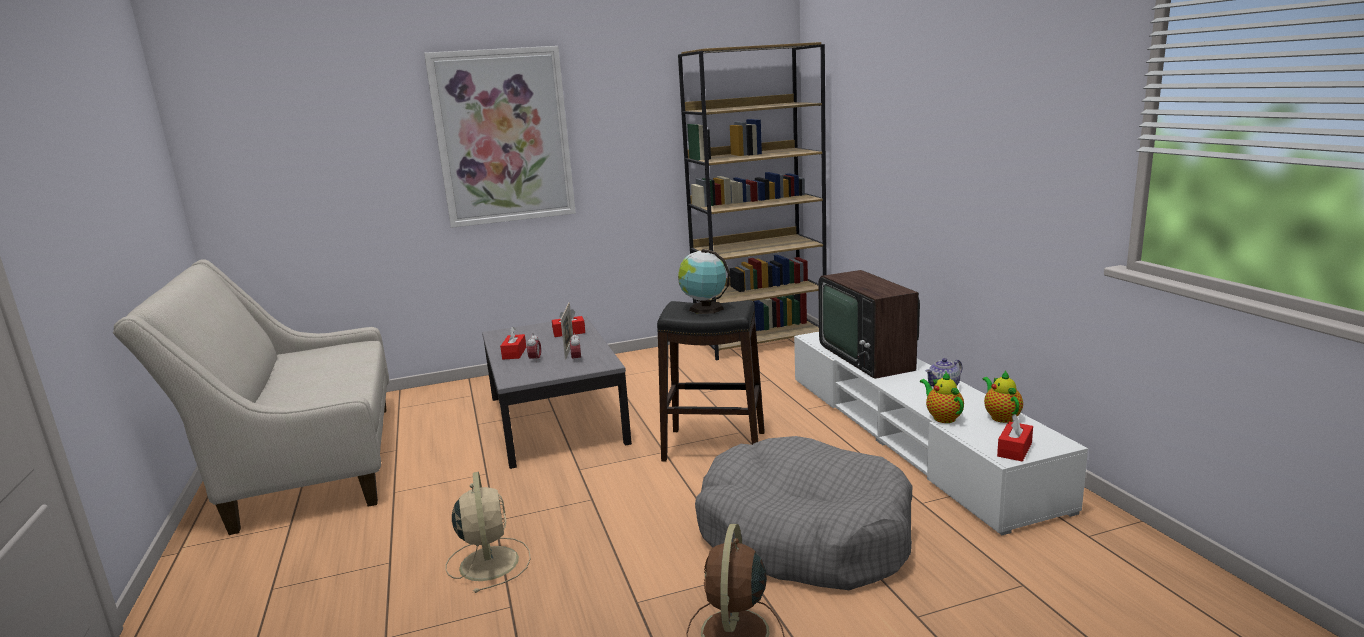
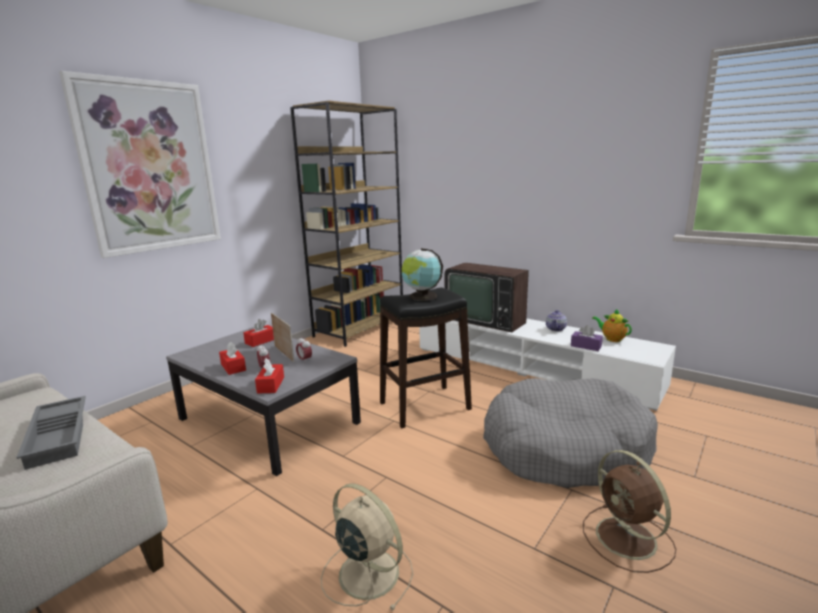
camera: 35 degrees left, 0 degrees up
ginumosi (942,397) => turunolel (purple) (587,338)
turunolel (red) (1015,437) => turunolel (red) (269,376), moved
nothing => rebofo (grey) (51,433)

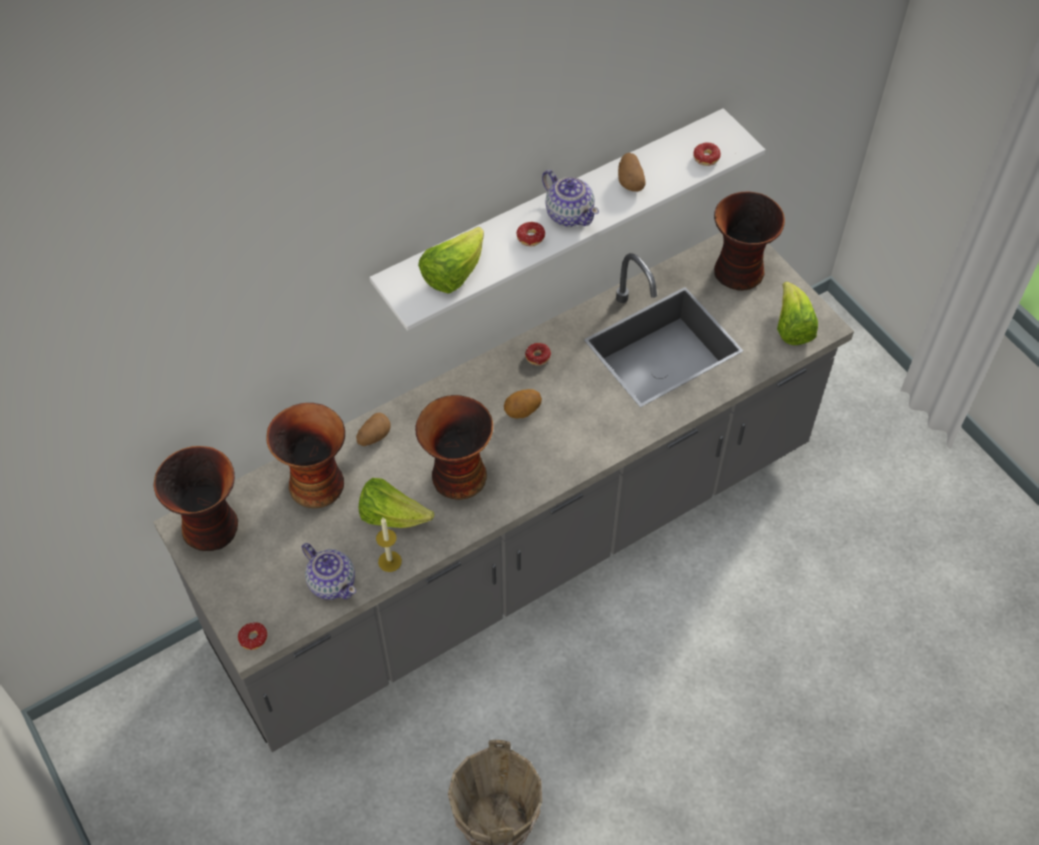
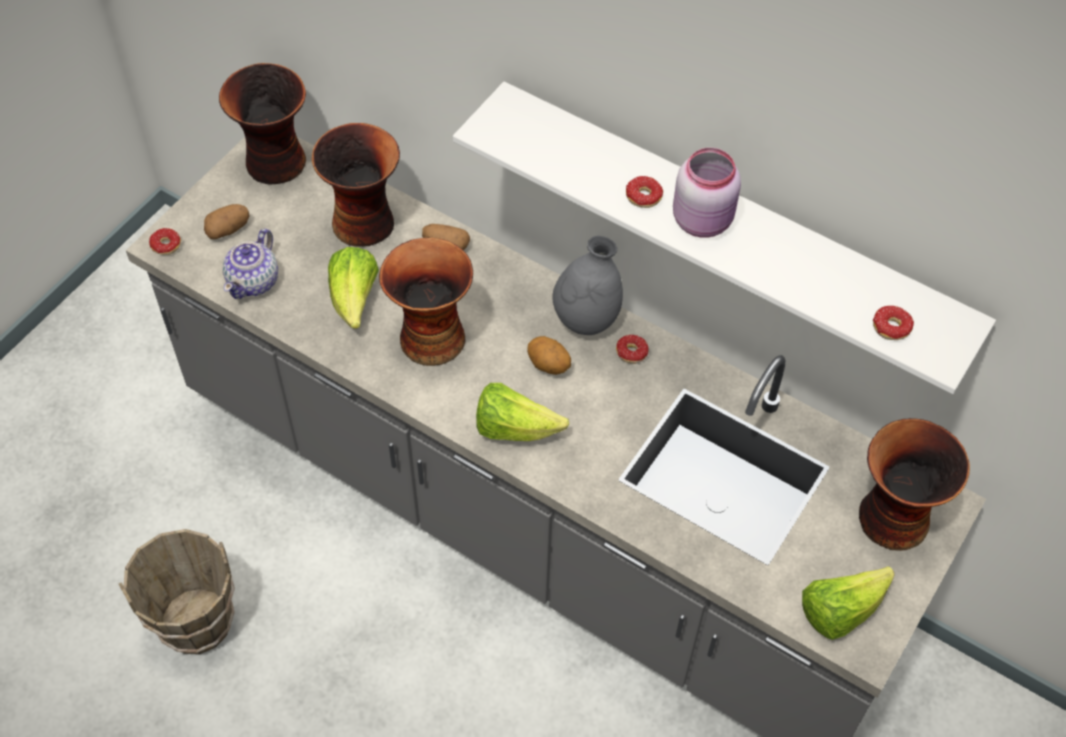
camera: 65 degrees right, 0 degrees up
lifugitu (632,172) => lifugitu (226,221), moved
ginumosi (570,198) => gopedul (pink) (707,193)
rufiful (451,260) => rufiful (522,412), moved
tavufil (389,545) => nothing
nothing => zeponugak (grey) (587,285)

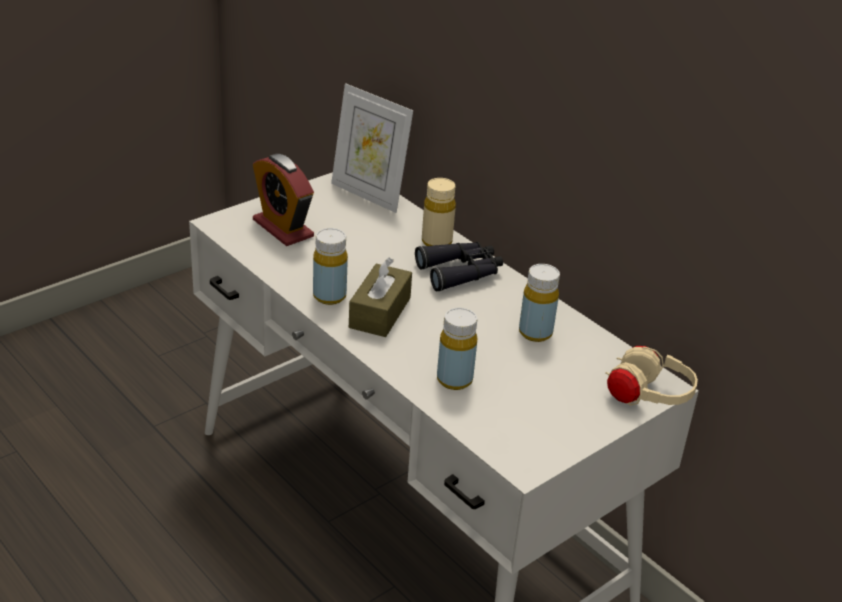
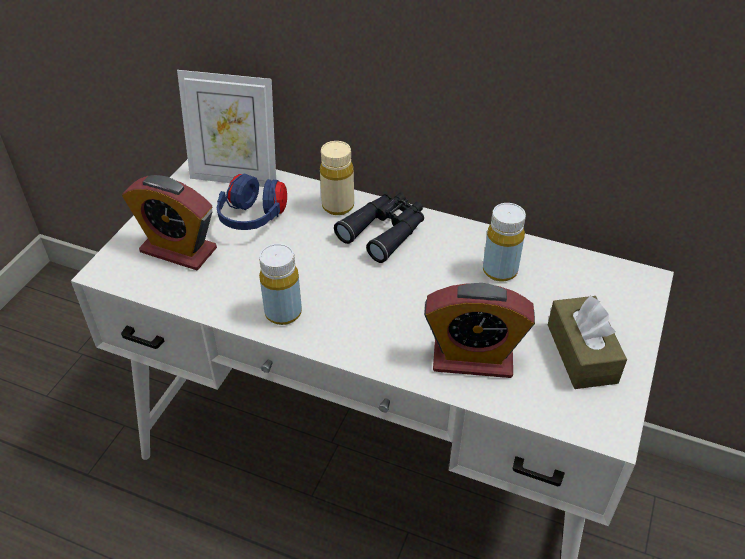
camera: 25 degrees left, 10 degrees up
turunolel (brown) (380,297) => turunolel (brown) (587,342), moved
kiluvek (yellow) (457,349) => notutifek (479,330)
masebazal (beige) (651,376) => nothing
nothing => masebazal (blue) (252,201)

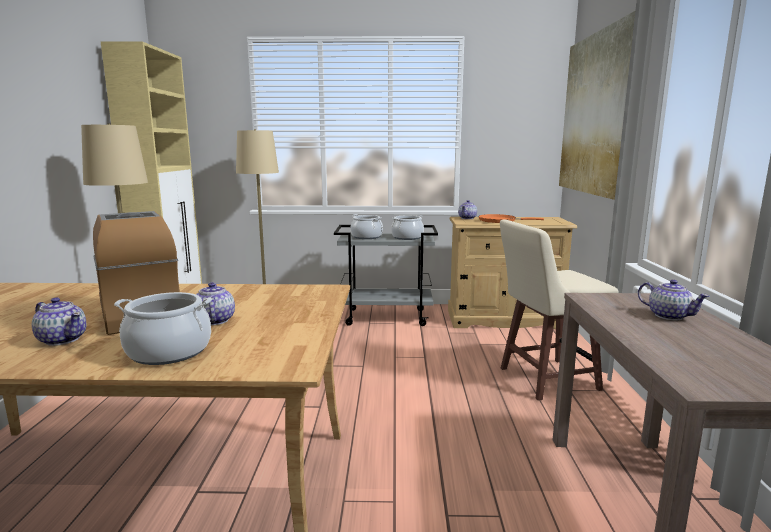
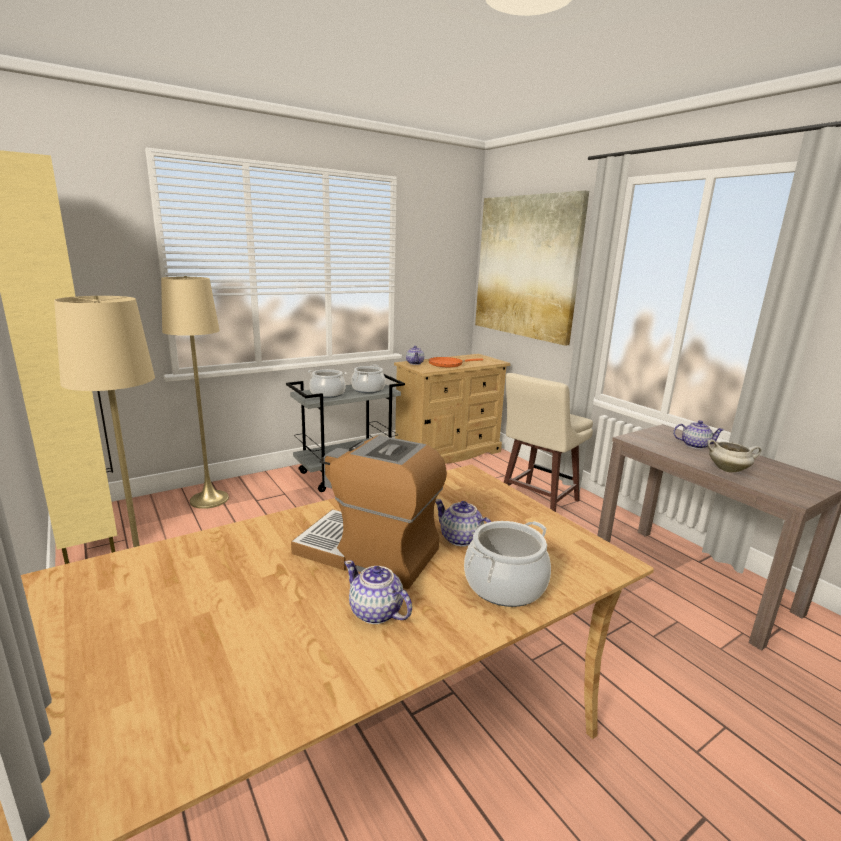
camera: 35 degrees left, 5 degrees up
ginumosi (59,321) => ginumosi (378,592), 135 degrees counterclockwise
nothing => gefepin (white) (734,455)

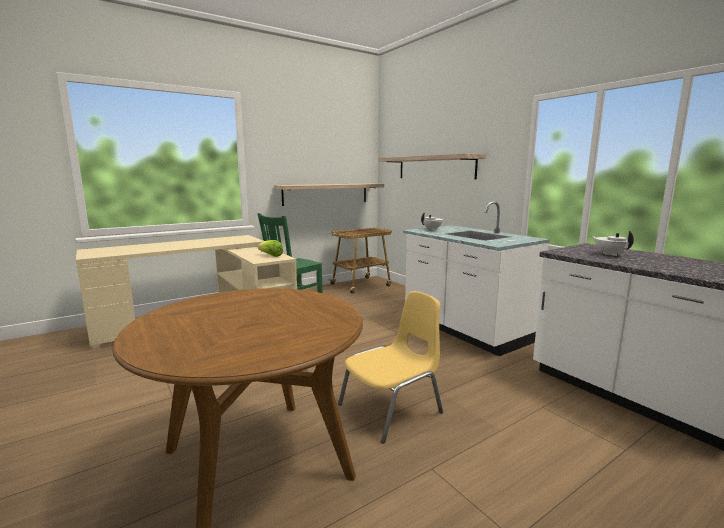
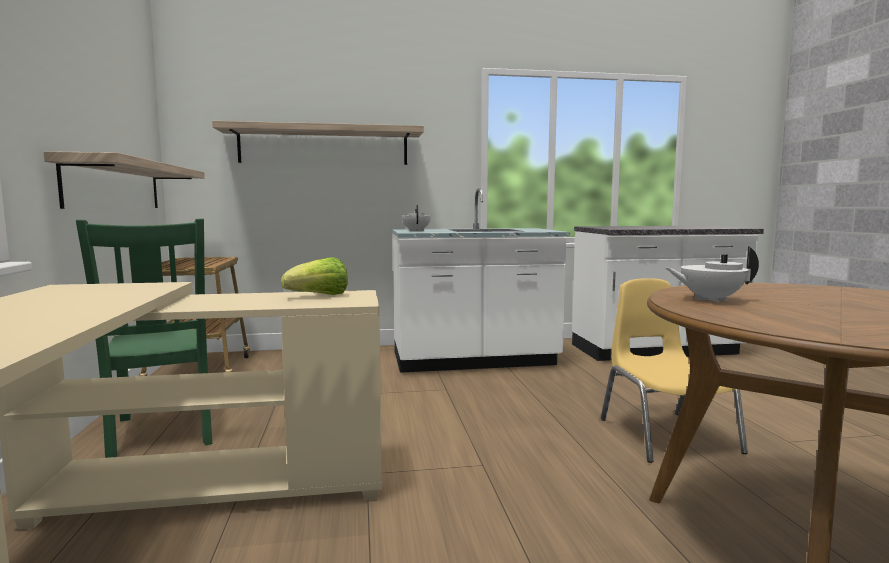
camera: 65 degrees left, 5 degrees down
ginumosi (white) (613,243) => ginumosi (white) (712,274), moved

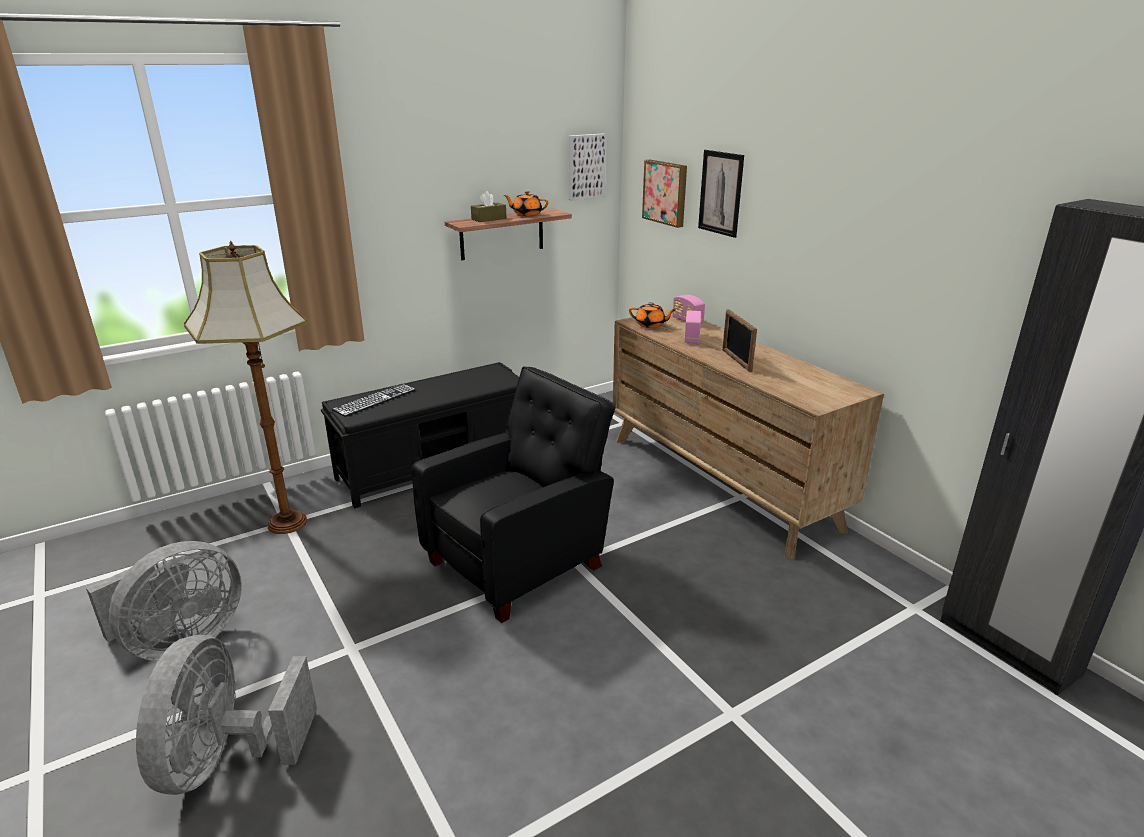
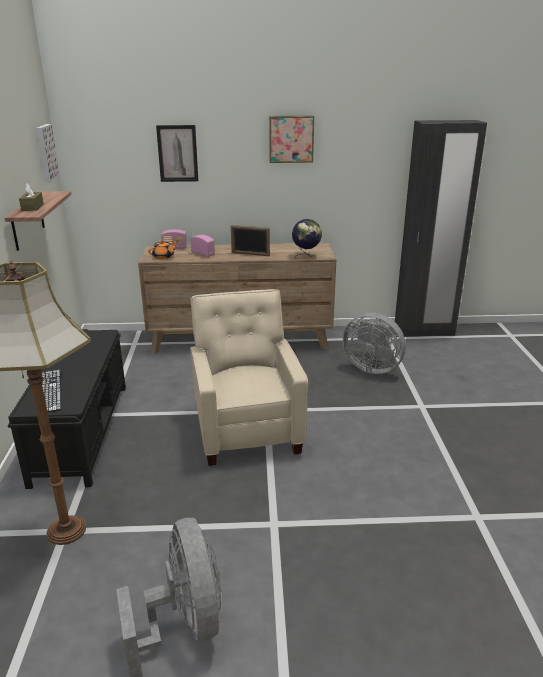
camera: 60 degrees left, 0 degrees up
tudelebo (664,194) => tudelebo (291,139), moved
ginumosi (orange) (525,203) => nothing
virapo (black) (513,494) => virapo (beige) (249,377)
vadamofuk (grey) (226,715) => vadamofuk (grey) (374,343), moved
nothing => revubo (307,239)

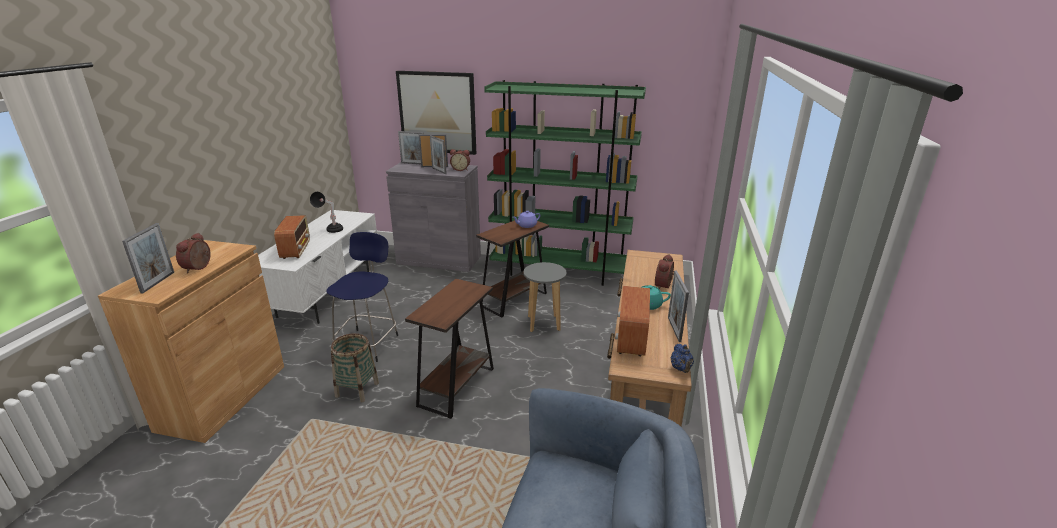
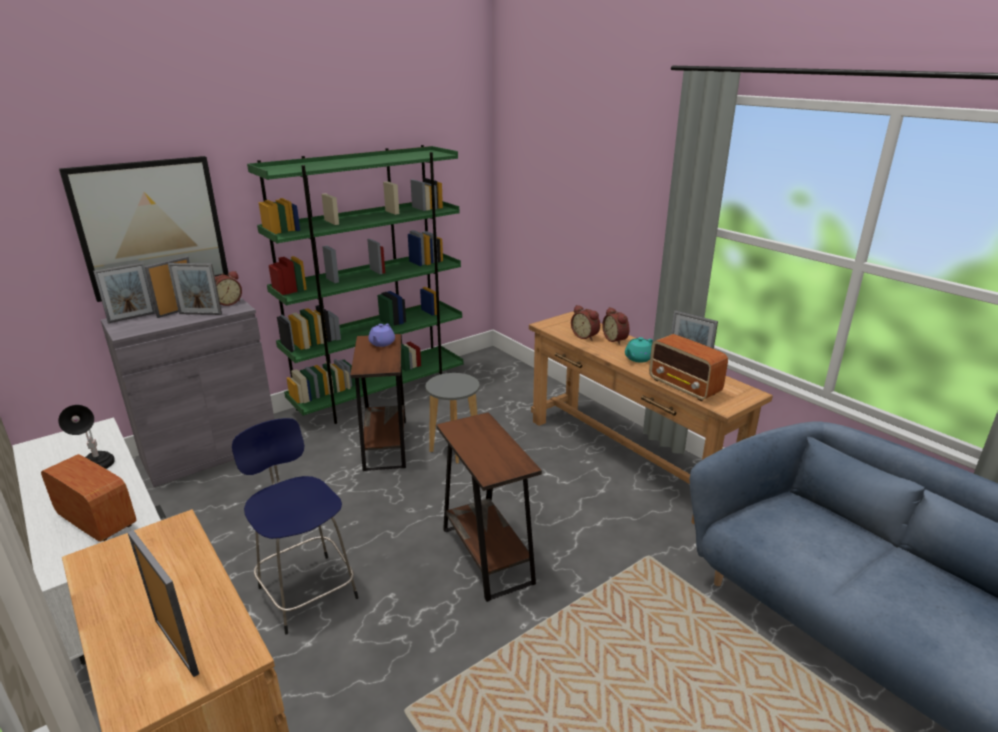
camera: 50 degrees left, 0 degrees up
notutifek (193,253) => notutifek (585,322), moved
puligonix (355,367) => nothing
ginumosi (blue) (682,358) => nothing

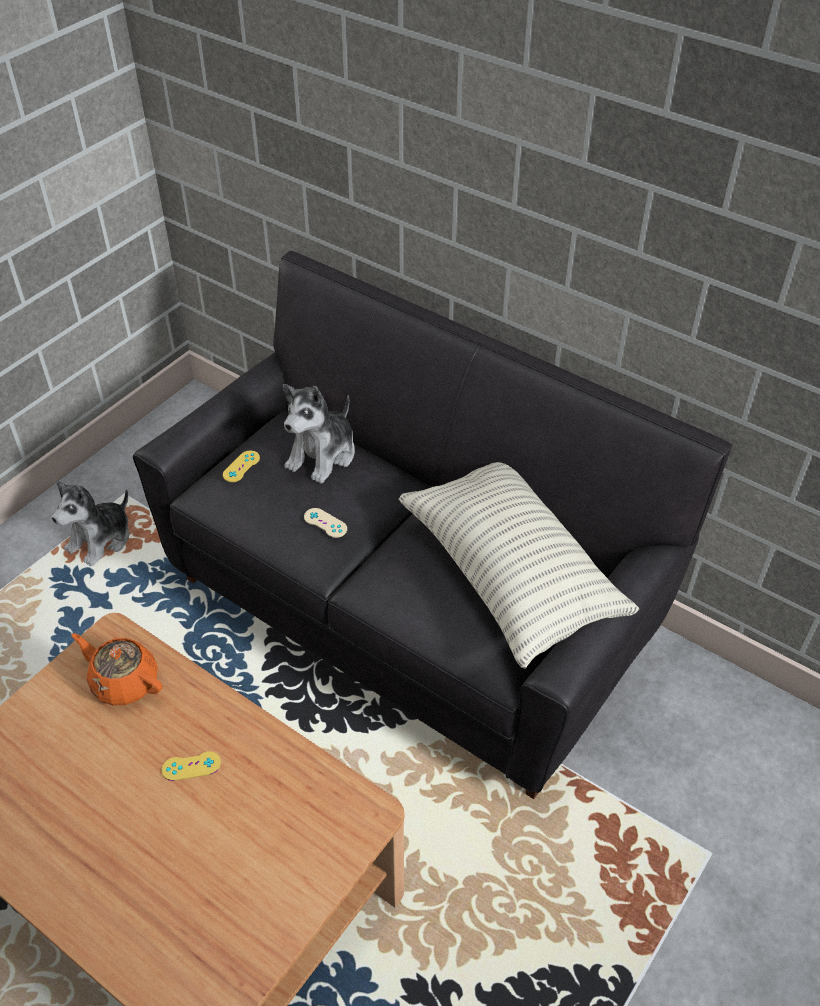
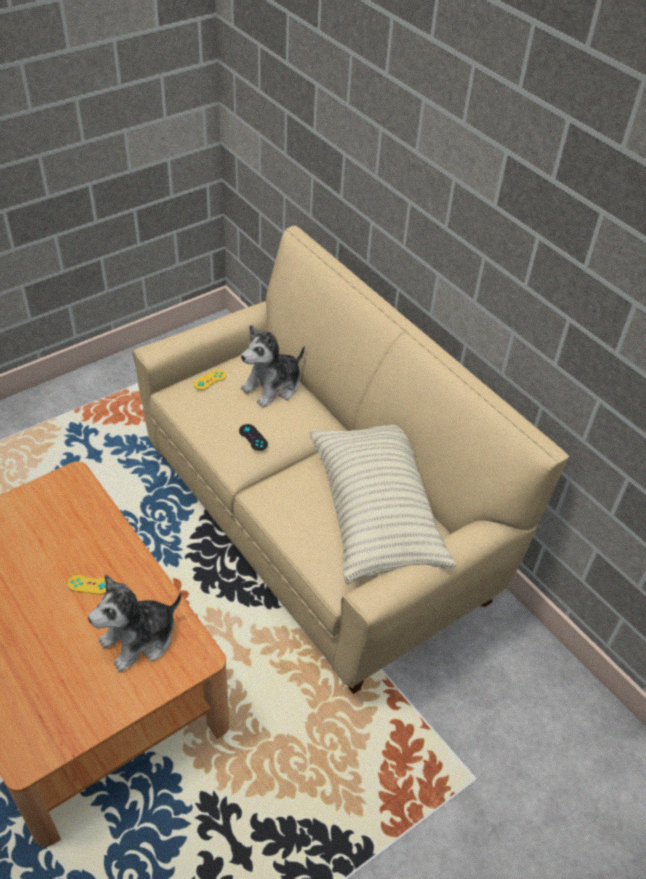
camera: 15 degrees right, 0 degrees up
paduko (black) (432,525) => paduko (beige) (351,460)
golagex (90,523) => golagex (135,623), moved
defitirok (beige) (325,523) => defitirok (black) (253,437)
ginumosi (orange) (116,669) => nothing

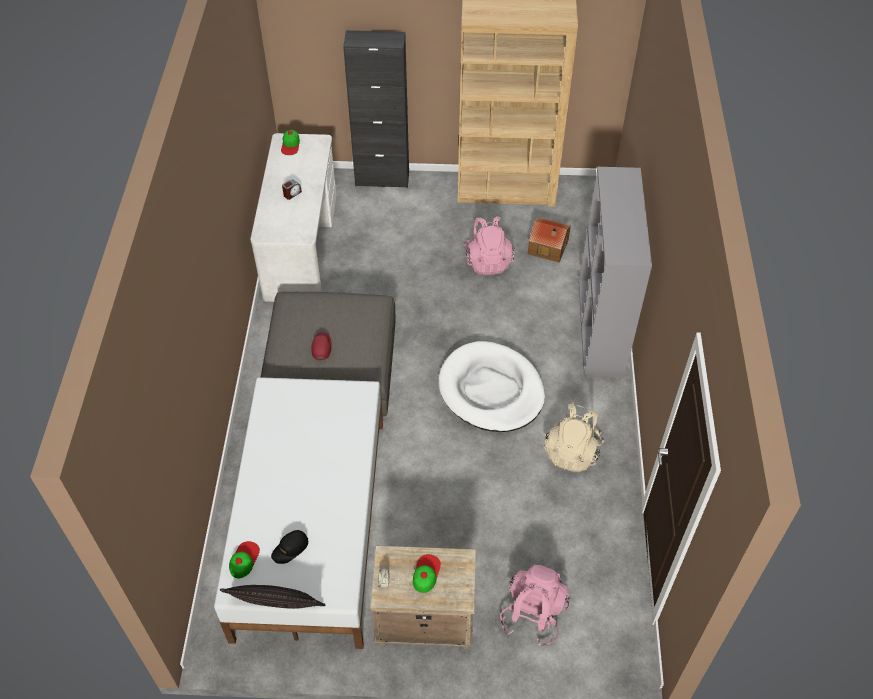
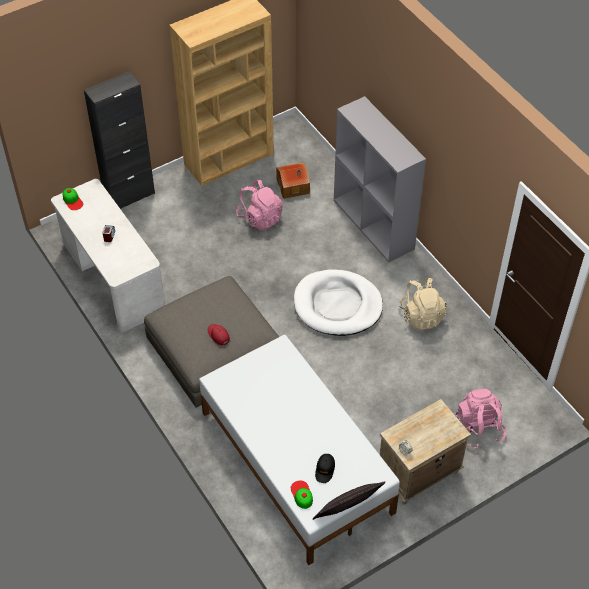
camera: 35 degrees left, 0 degrees up
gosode (427,573) => nothing

